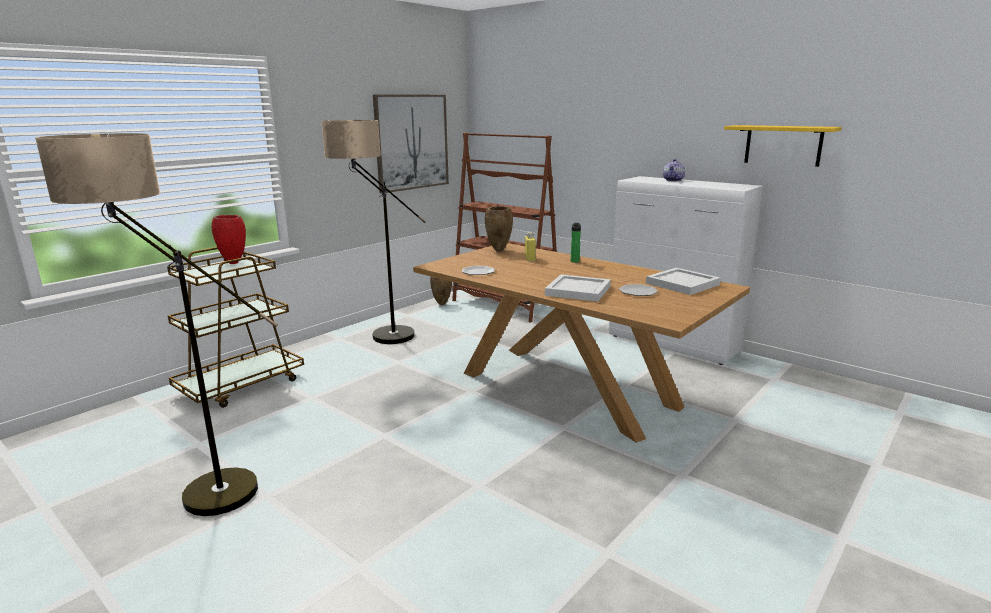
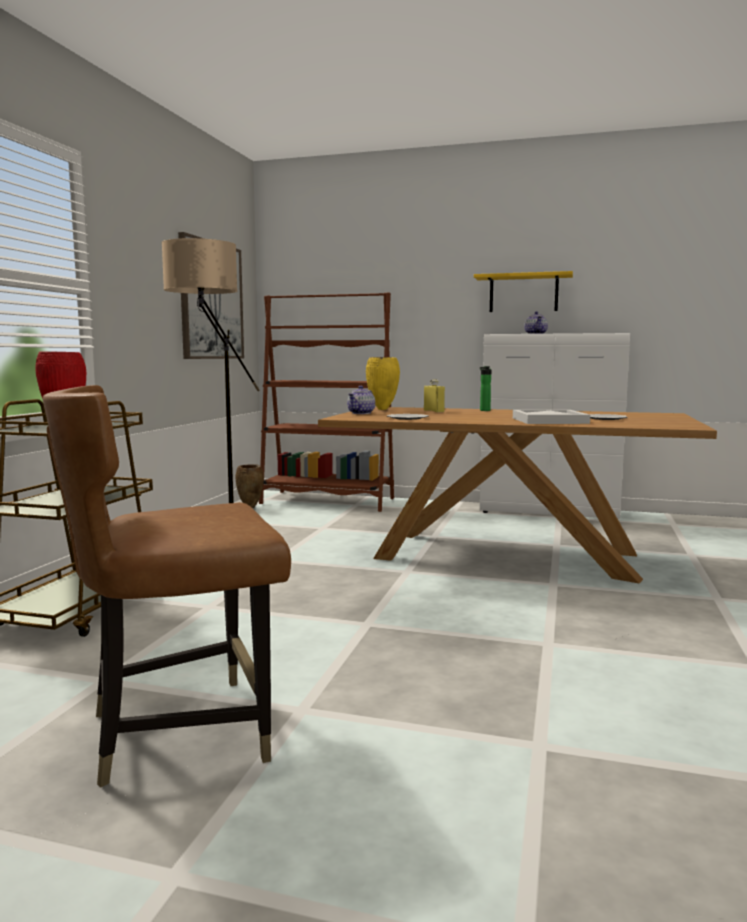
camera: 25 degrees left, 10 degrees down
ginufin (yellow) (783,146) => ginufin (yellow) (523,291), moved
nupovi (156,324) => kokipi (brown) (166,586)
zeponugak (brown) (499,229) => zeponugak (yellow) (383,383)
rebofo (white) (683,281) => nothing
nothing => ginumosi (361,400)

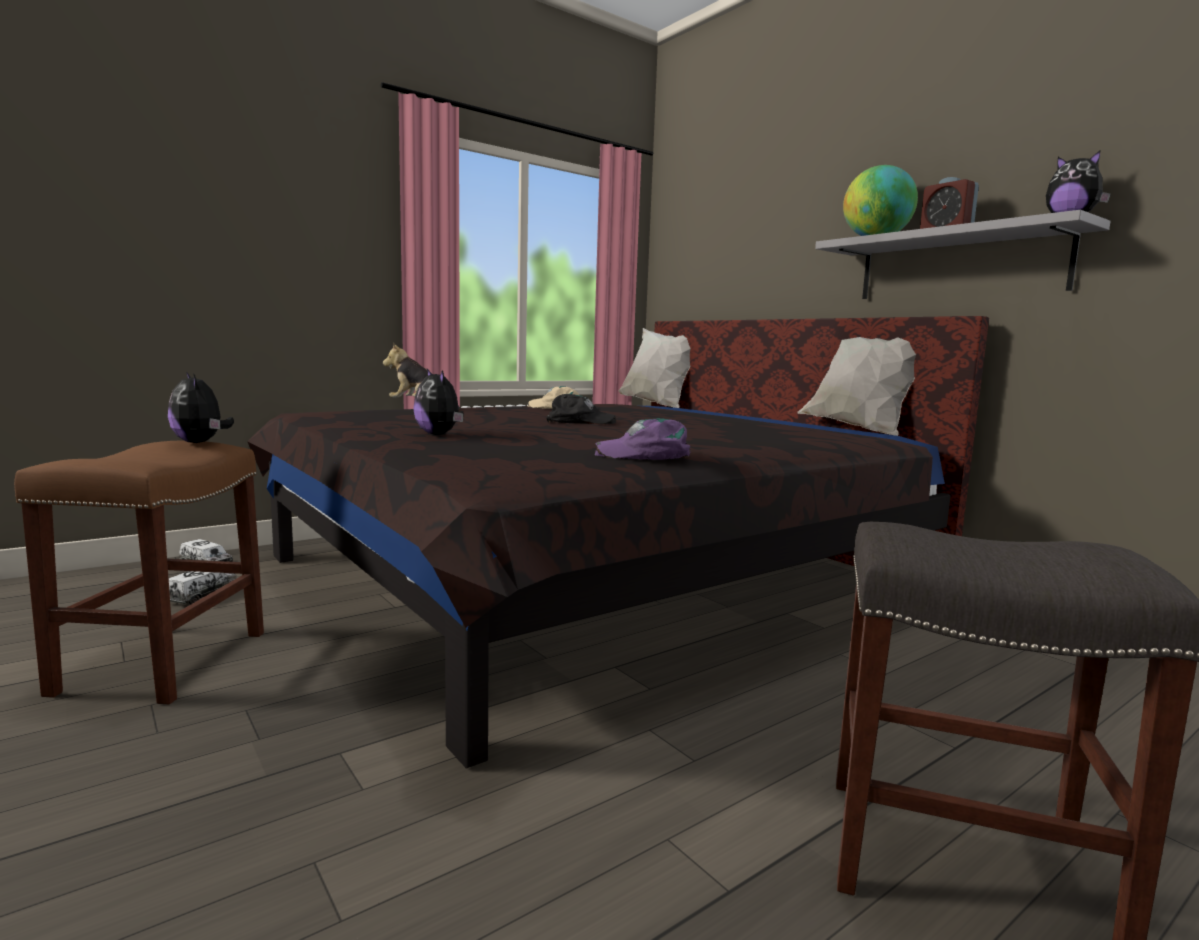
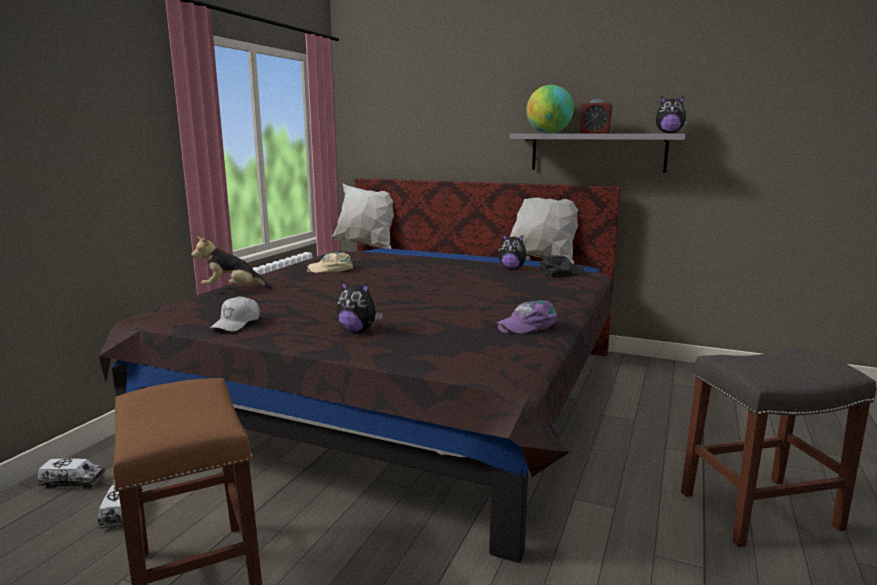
camera: 30 degrees left, 5 degrees up
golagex (201,407) => golagex (514,251), moved
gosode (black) (581,409) => gosode (black) (562,266), moved
nothing => gosode (white) (235,314)

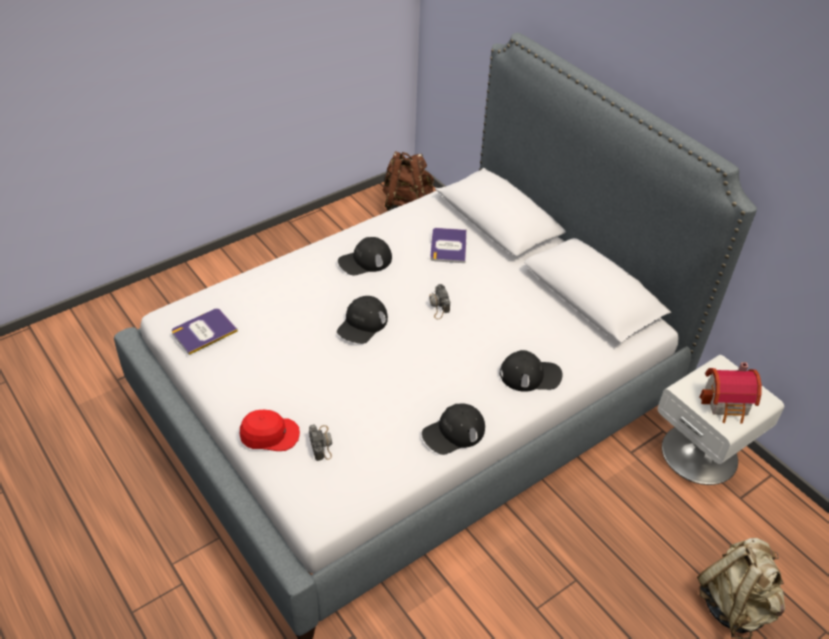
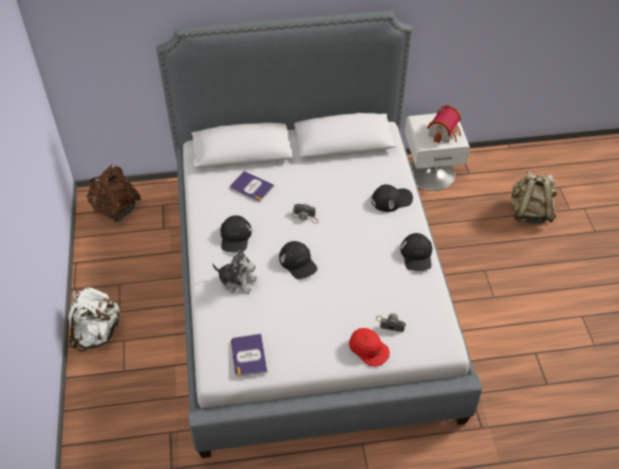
camera: 60 degrees left, 5 degrees up
gosode (black) (531,371) => gosode (black) (392,198), 45 degrees clockwise
gosode (red) (270,430) => gosode (red) (369,347), 105 degrees clockwise
nothing => golagex (234,272)
nothing => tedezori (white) (94,319)

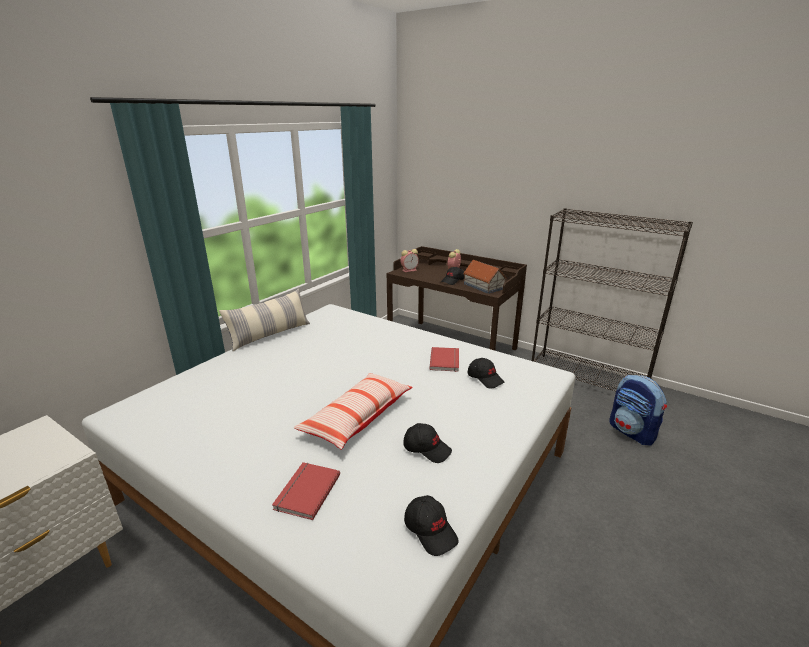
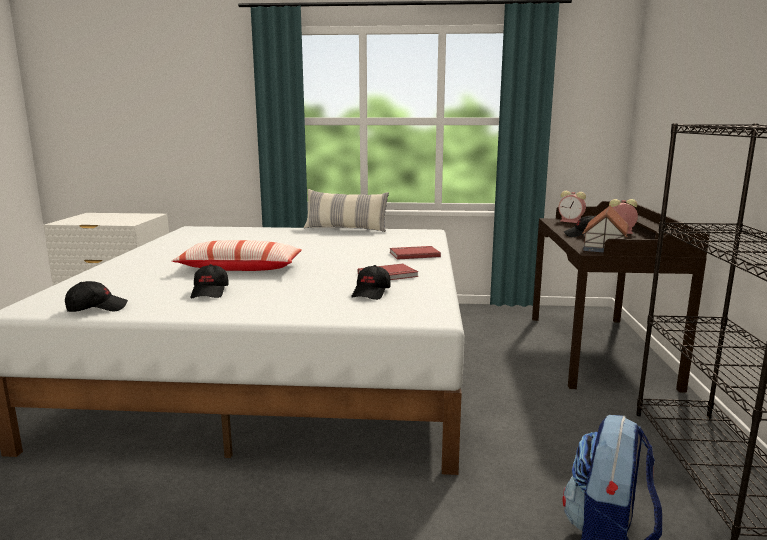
camera: 60 degrees right, 10 degrees down
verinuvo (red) (306,491) => verinuvo (red) (415,253), moved
gosode (black) (431,525) => gosode (black) (96,296), 135 degrees counterclockwise

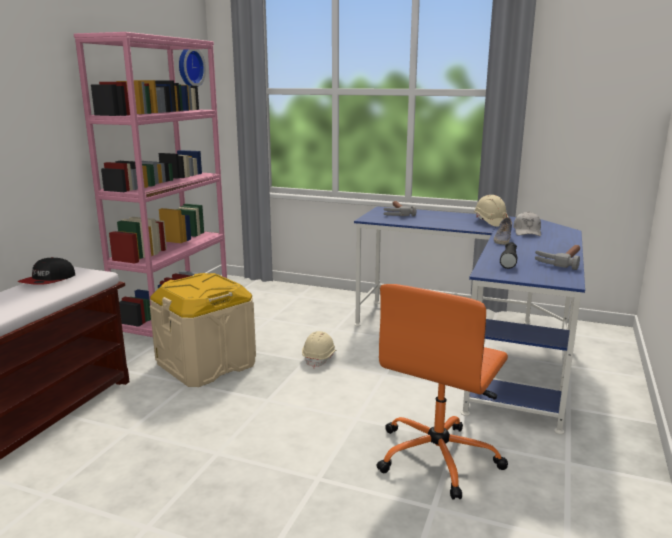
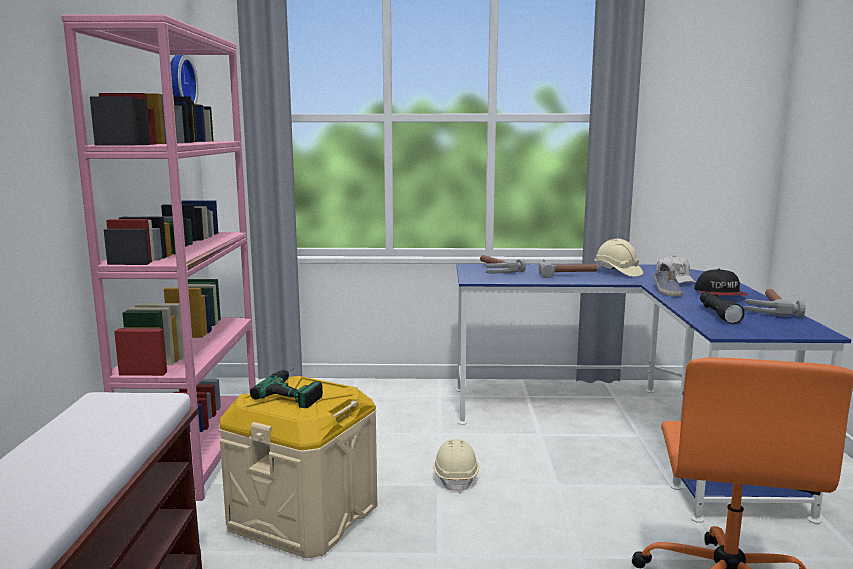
camera: 20 degrees left, 5 degrees down
gosode (46,271) => gosode (721,282), moved
nothing => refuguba (568,268)
nothing => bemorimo (286,388)

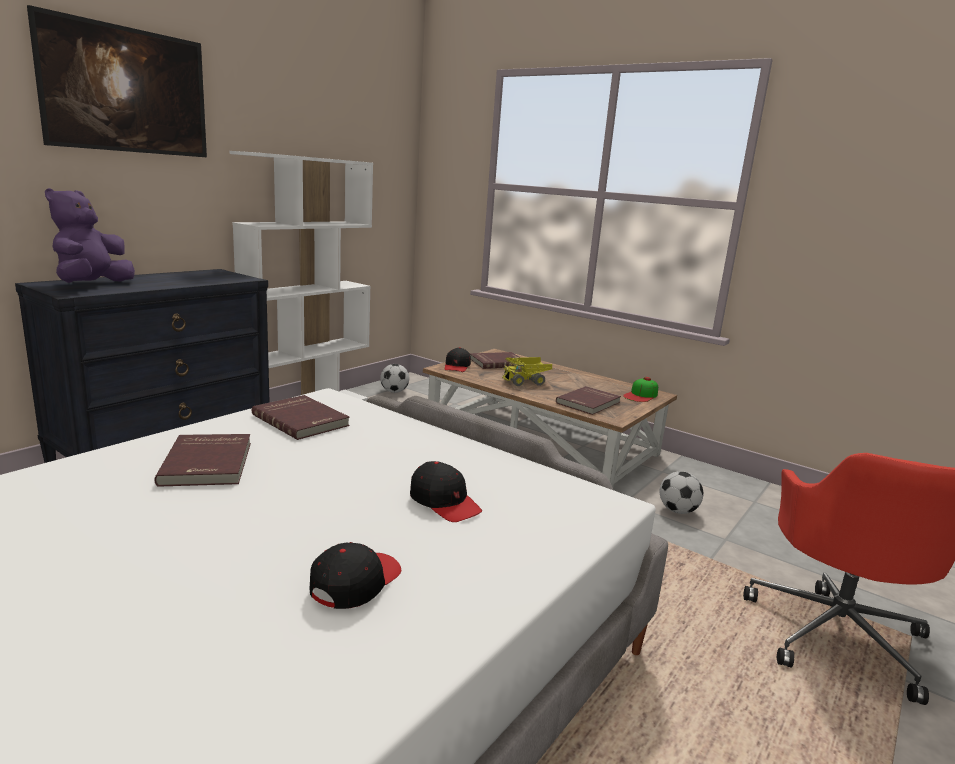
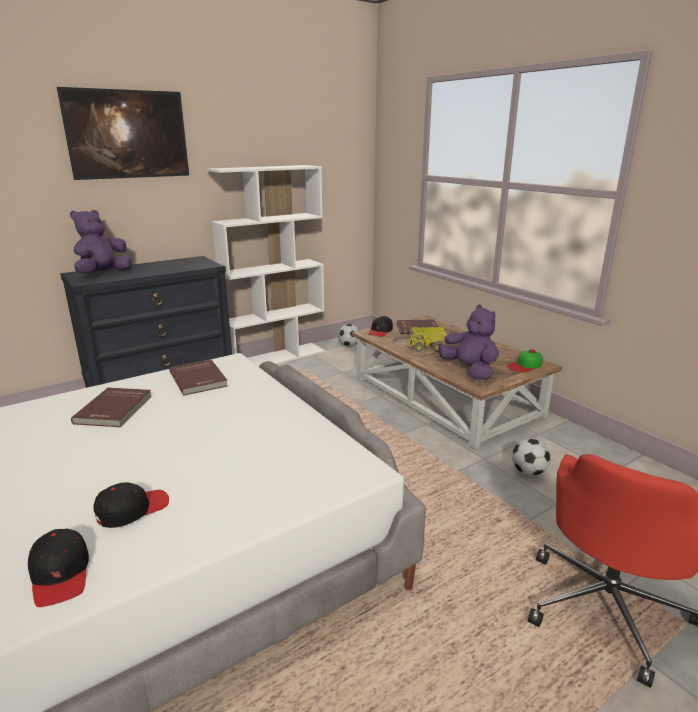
camera: 20 degrees right, 5 degrees up
verinuvo (red) (588,400) => golagex (purple) (468,342)
gosode (black) (446,491) => gosode (black) (58,568), moved

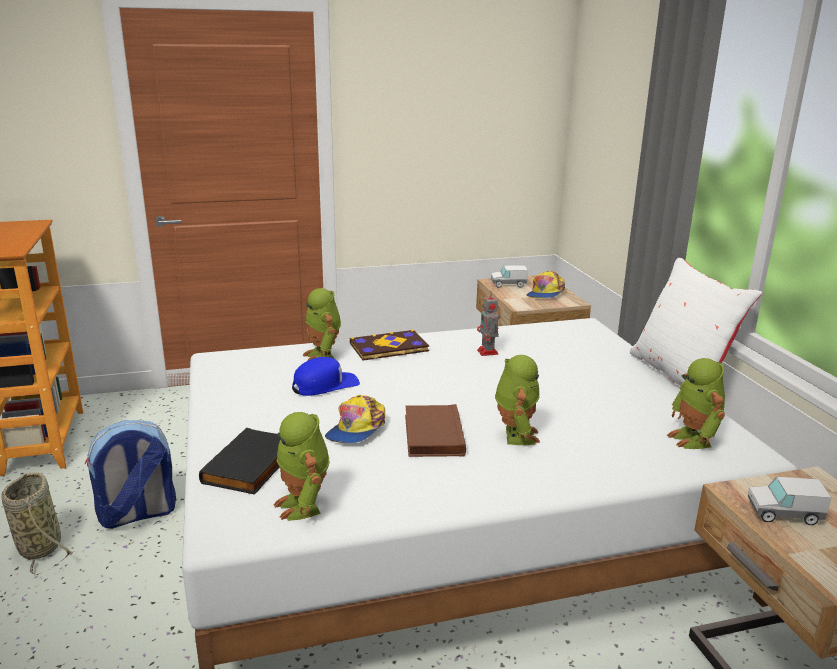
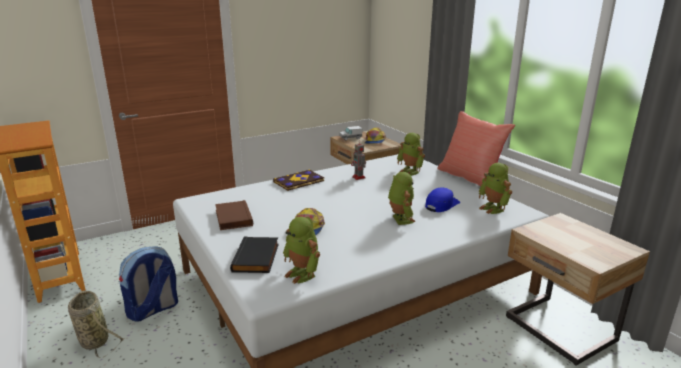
camera: 15 degrees left, 0 degrees up
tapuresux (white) (696,322) => tapuresux (red) (476,148)
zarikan (322,324) => zarikan (411,154), moved
gosode (blue) (326,376) => gosode (blue) (442,200), moved
verinuvo (brown) (435,430) => verinuvo (brown) (234,215), moved
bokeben (790,501) => nothing

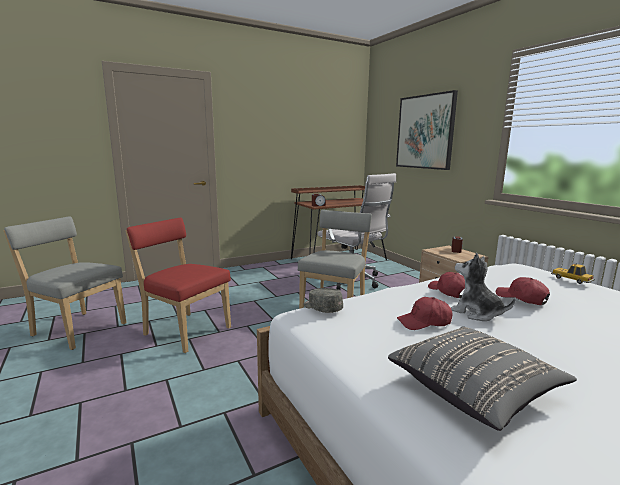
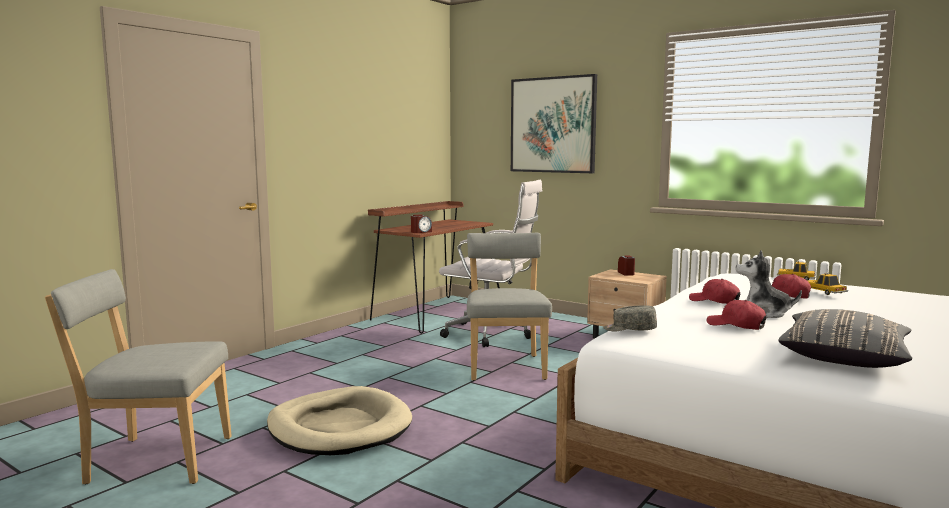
camera: 25 degrees left, 5 degrees down
kokipi (red) (178,285) => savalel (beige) (339,420)
gosode (red) (425,313) => gosode (red) (737,315), 75 degrees clockwise
nothing => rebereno (827,284)

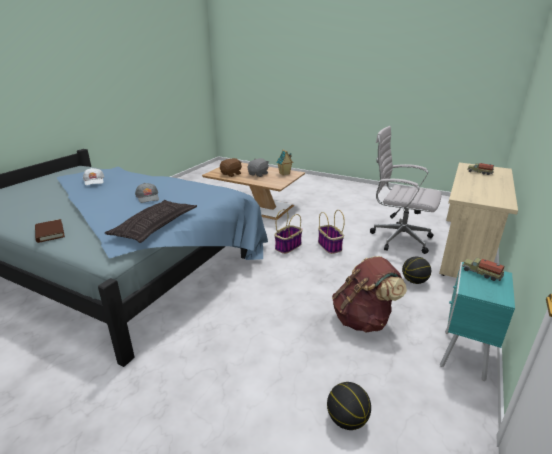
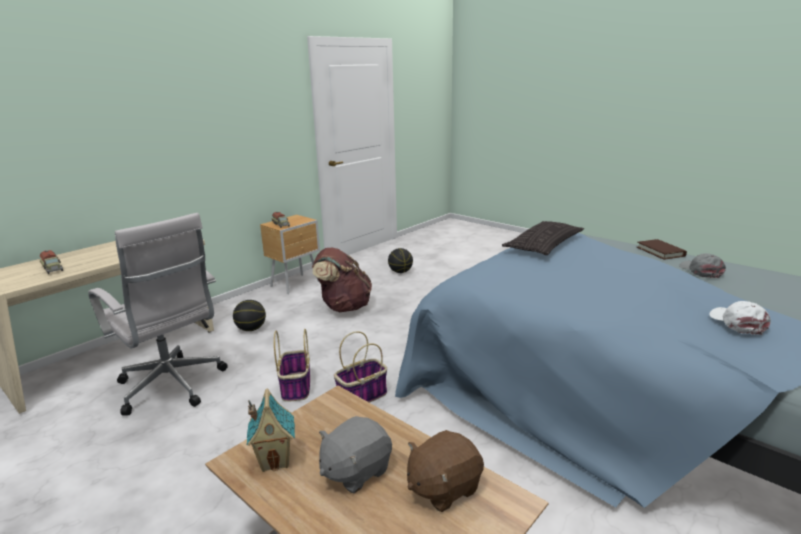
camera: 165 degrees left, 5 degrees down
gosode (grey) (147,193) => gosode (grey) (702,265), moved
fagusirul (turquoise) (477,321) => fagusirul (brown) (290,254)

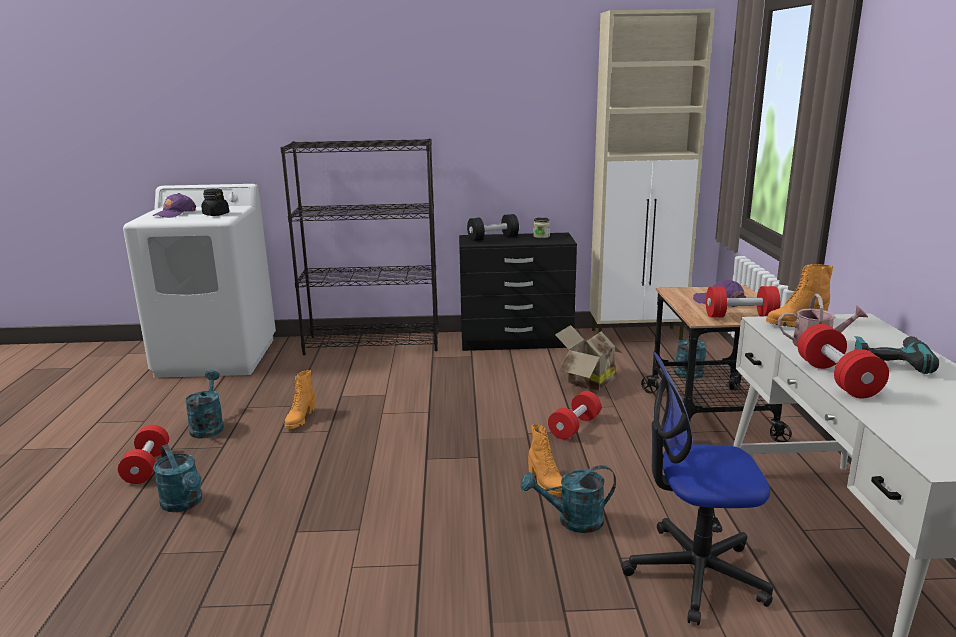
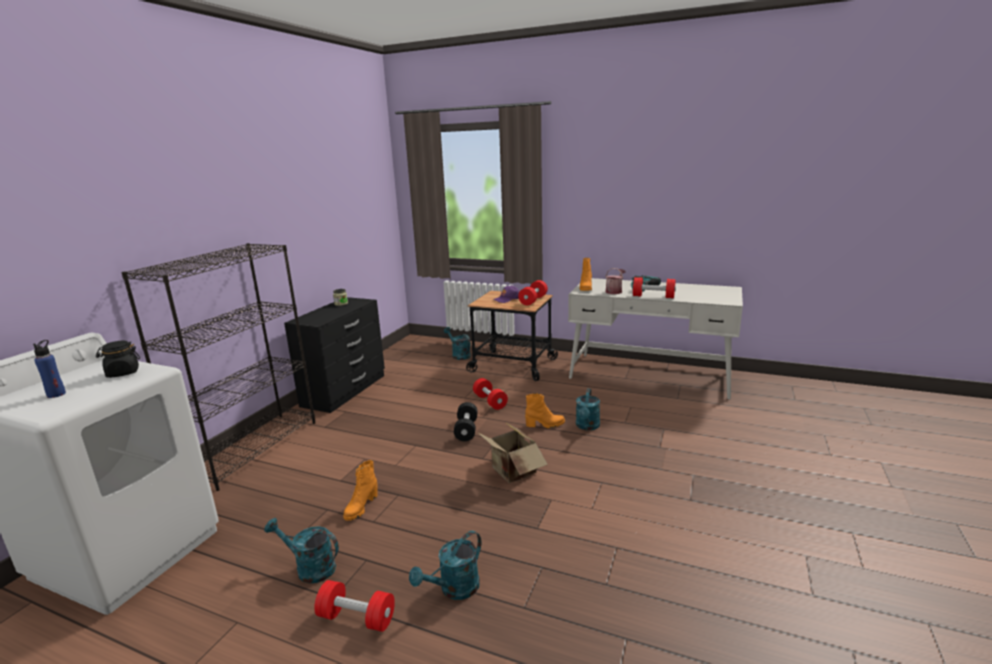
camera: 65 degrees left, 0 degrees up
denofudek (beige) (652,174) => nothing
gosode (purple) (174,205) => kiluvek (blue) (49,369)
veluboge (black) (493,227) => veluboge (black) (466,421), moved
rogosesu (588,358) => rogosesu (512,453), moved
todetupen (697,489) => nothing
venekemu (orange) (300,399) => venekemu (orange) (360,490), 75 degrees clockwise
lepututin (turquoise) (177,478) => lepututin (turquoise) (445,565), 150 degrees clockwise

